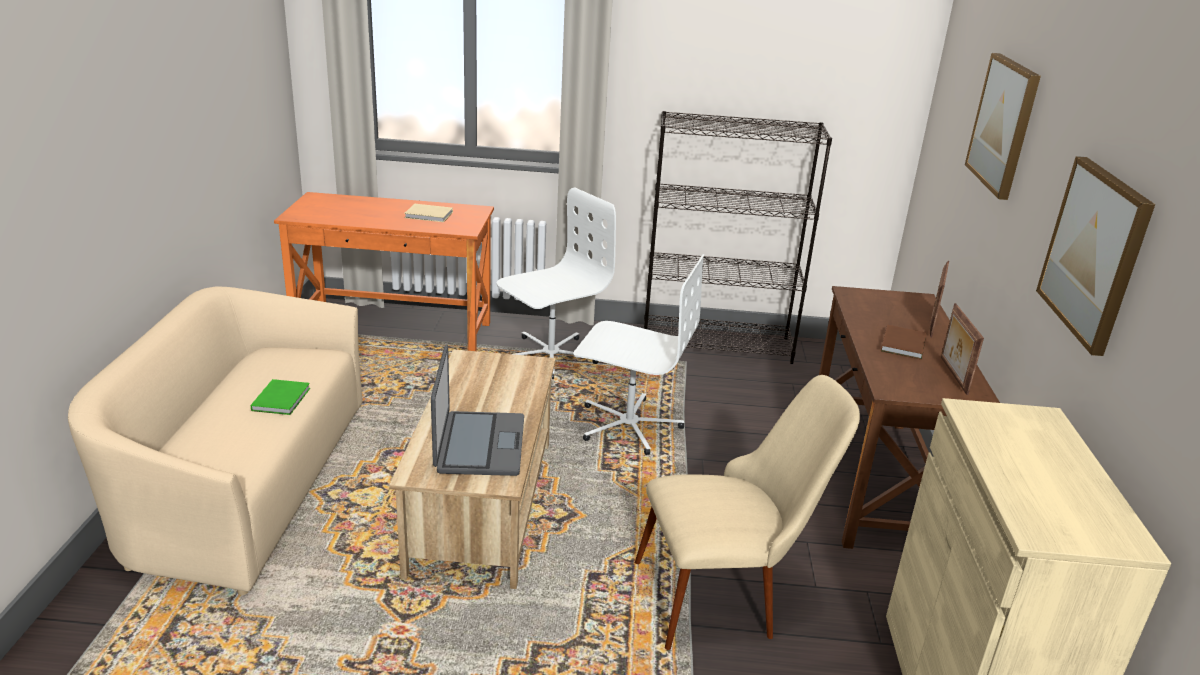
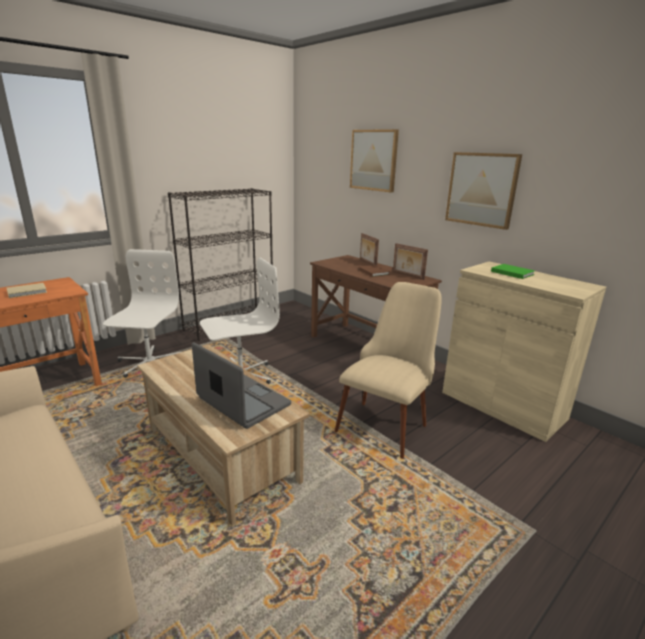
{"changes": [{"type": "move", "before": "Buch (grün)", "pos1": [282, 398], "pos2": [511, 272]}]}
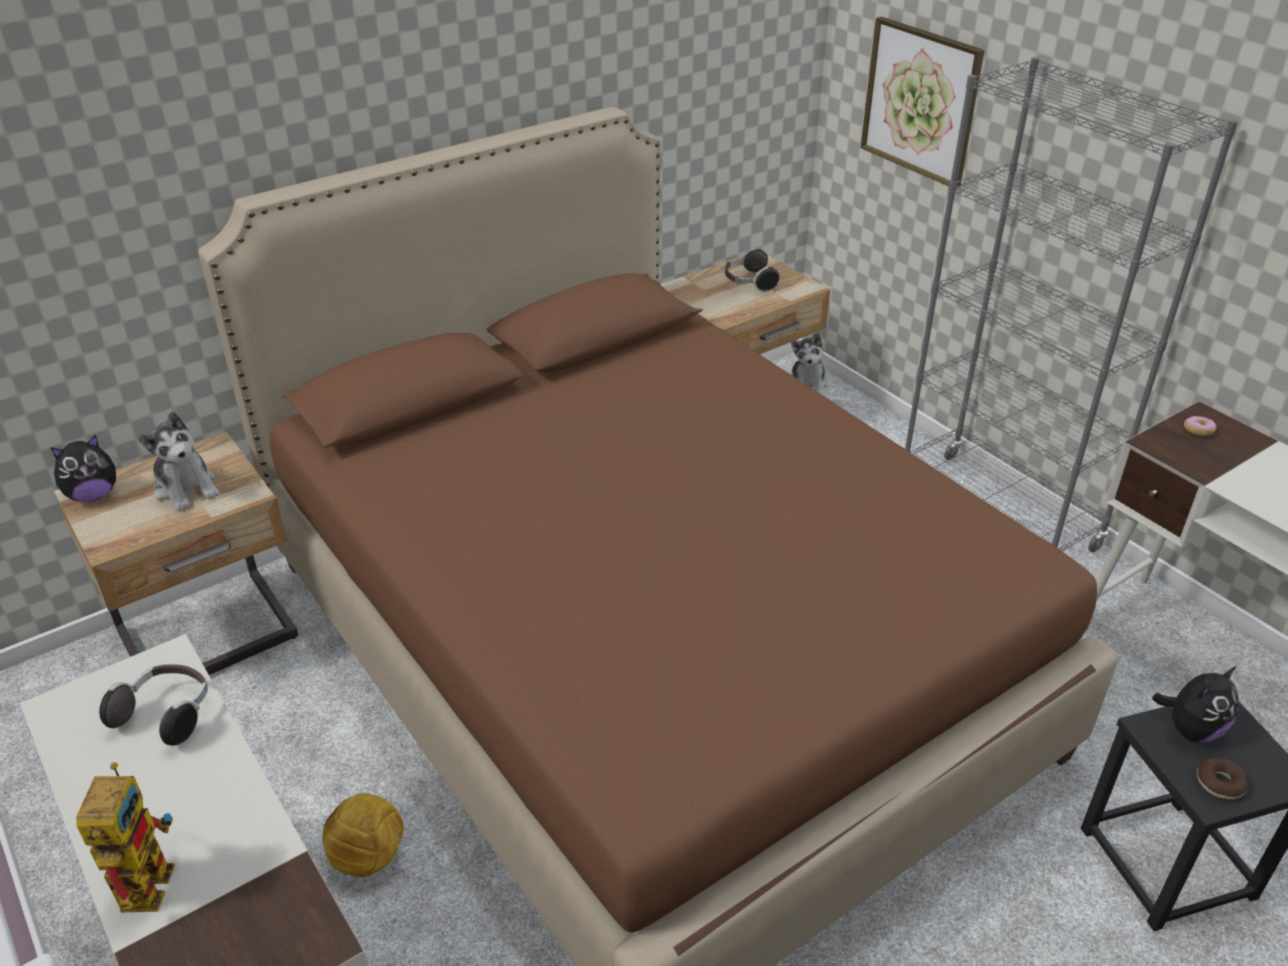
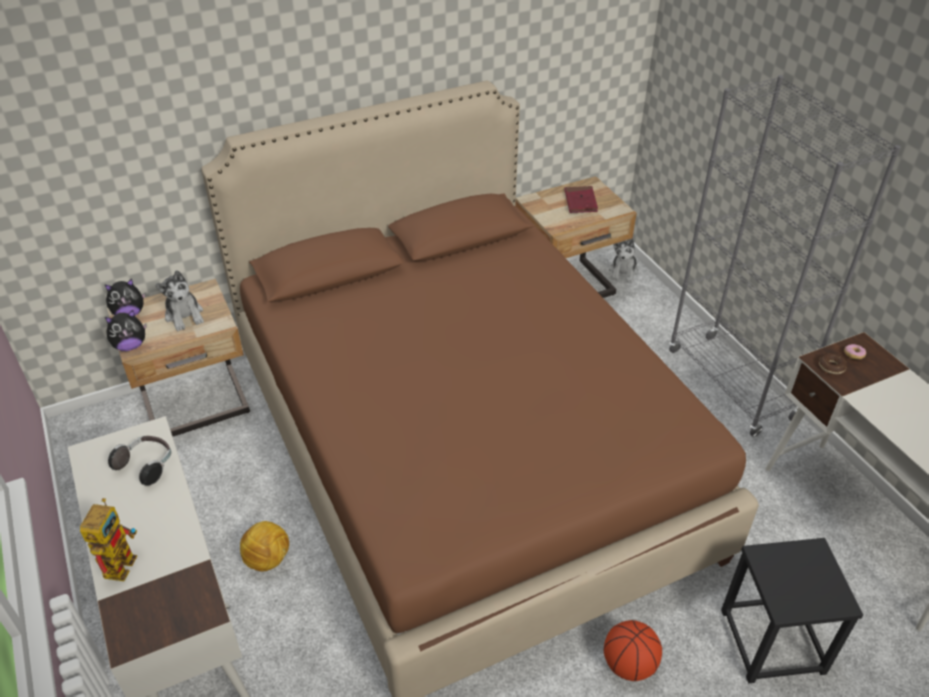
{"changes": [{"type": "delete", "before": "Bild", "pos1": [920, 101]}, {"type": "replace", "before": "Kopfhörer", "after": "Buch (rot)", "pos1": [748, 283], "pos2": [580, 202]}, {"type": "move", "before": "Plüschtier", "pos1": [1190, 729], "pos2": [130, 346]}, {"type": "move", "before": "Donut", "pos1": [1219, 783], "pos2": [831, 367]}, {"type": "insert", "after": "Basketball", "pos2": [629, 664]}]}
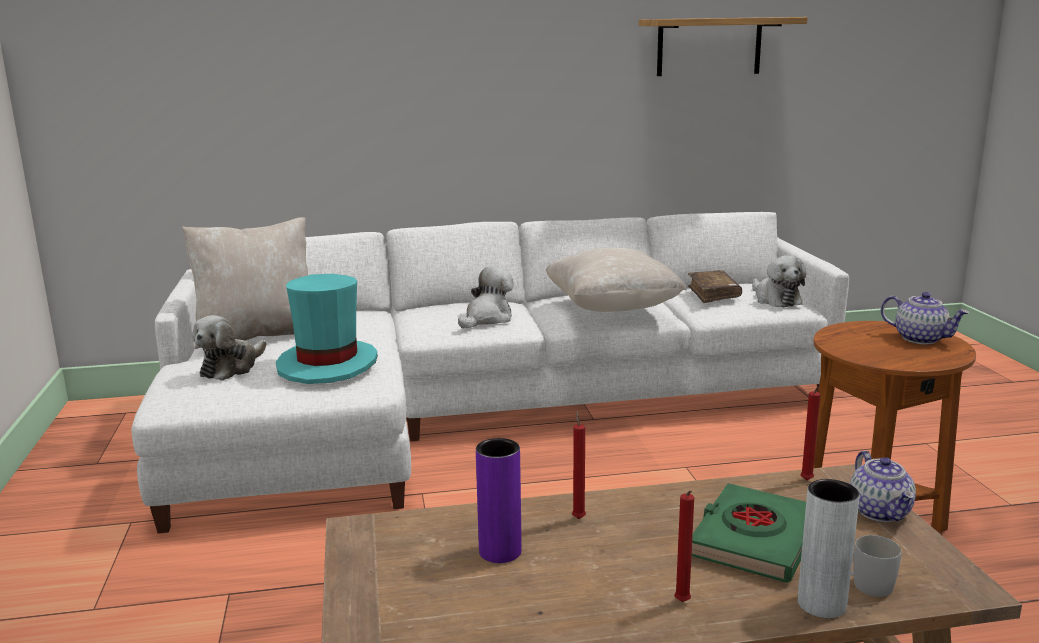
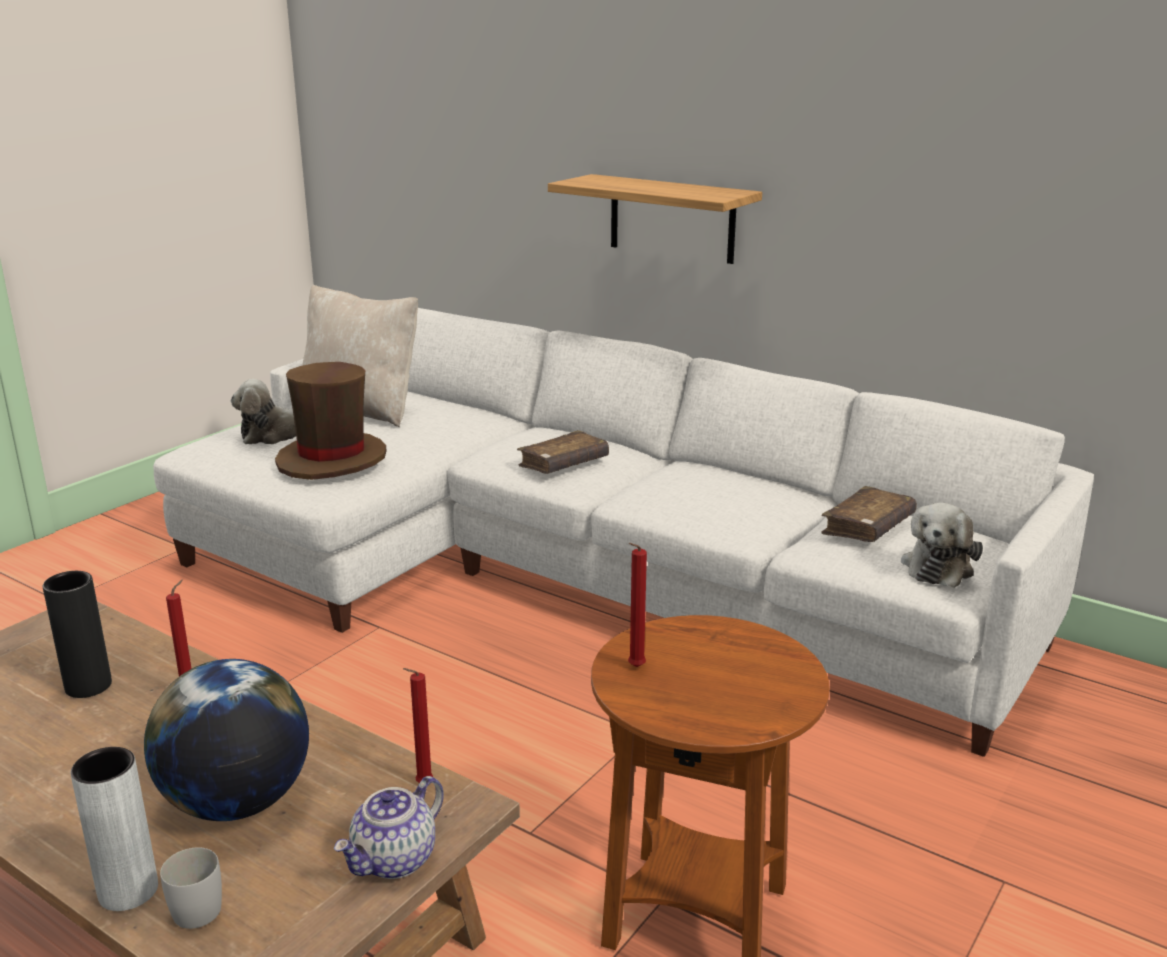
{"changes": [{"type": "move", "before": "Wandregal", "pos1": [709, 46], "pos2": [672, 218]}, {"type": "delete", "before": "Kissen (beige)", "pos1": [612, 309]}, {"type": "replace", "before": "Plüschtier", "after": "Buch (braun)", "pos1": [487, 319], "pos2": [563, 464]}, {"type": "recolor", "before": "Hut (türkis)", "after": "Hut (braun)", "pos1": [328, 364], "pos2": [332, 459]}, {"type": "delete", "before": "Teekanne", "pos1": [921, 339]}, {"type": "recolor", "before": "Vase (lila)", "after": "Vase (schwarz)", "pos1": [500, 552], "pos2": [88, 686]}, {"type": "replace", "before": "Buch (grün)", "after": "Globus", "pos1": [754, 540], "pos2": [237, 802]}, {"type": "move", "before": "Kerze (rot)", "pos1": [682, 603], "pos2": [634, 668]}]}
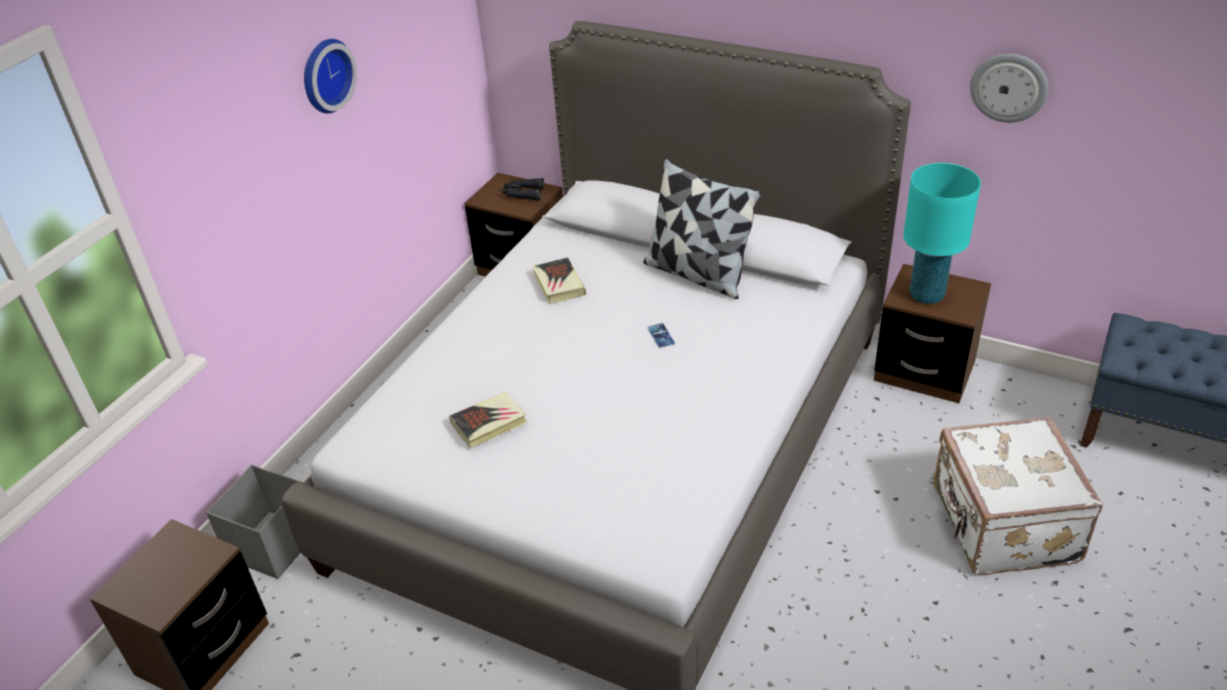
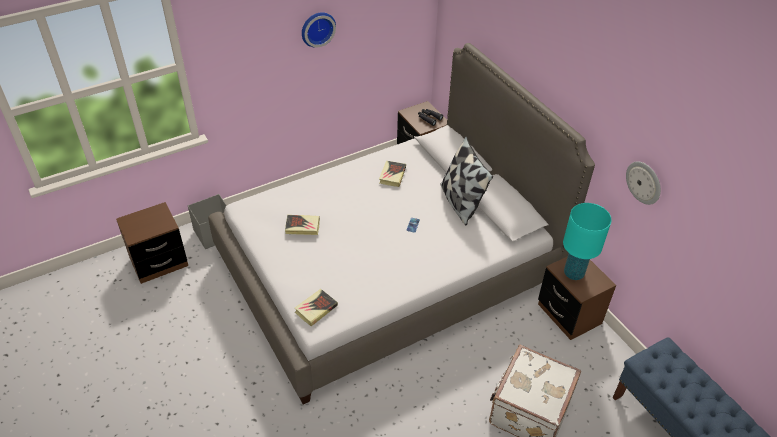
{"changes": [{"type": "insert", "after": "Buch", "pos2": [316, 309]}]}
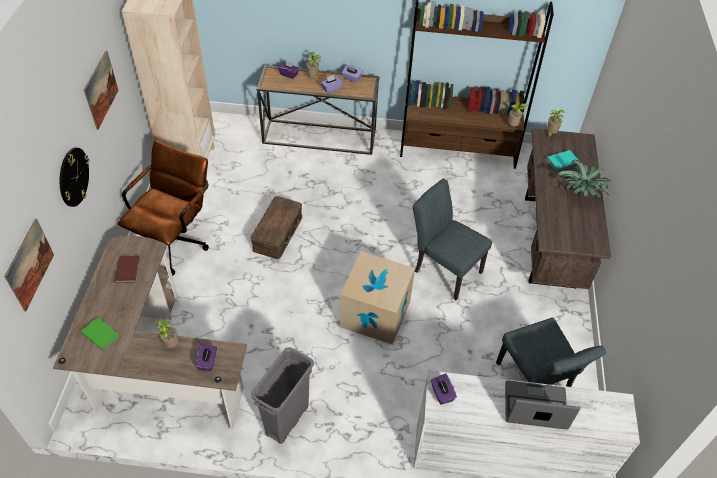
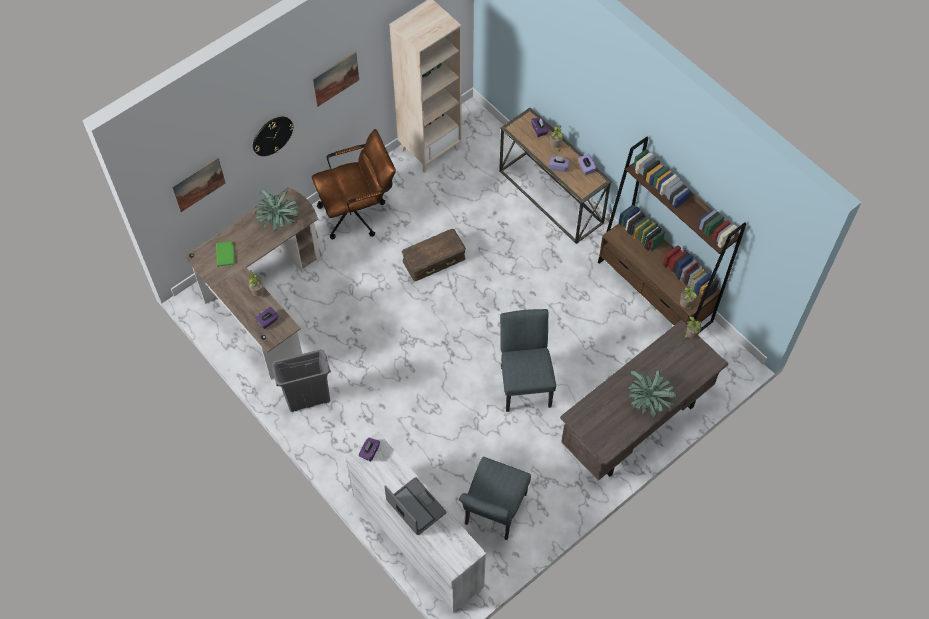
{"changes": [{"type": "delete", "before": "Buch (türkis)", "pos1": [562, 160]}, {"type": "delete", "before": "Karton", "pos1": [375, 313]}, {"type": "replace", "before": "Buch (braun)", "after": "Topfpflanze", "pos1": [128, 269], "pos2": [279, 220]}]}
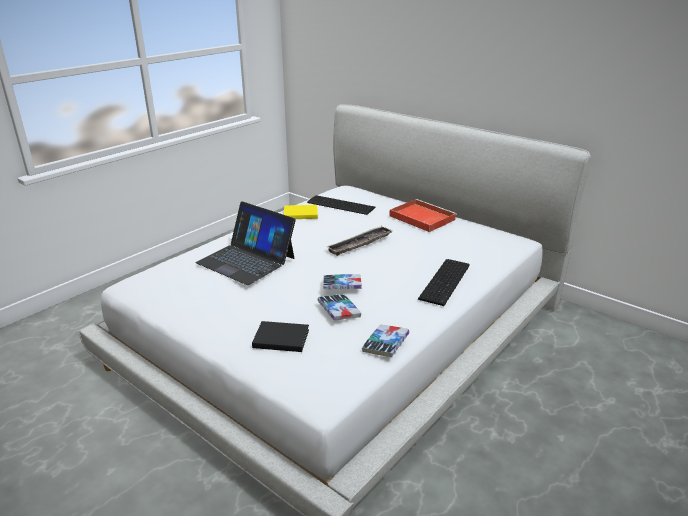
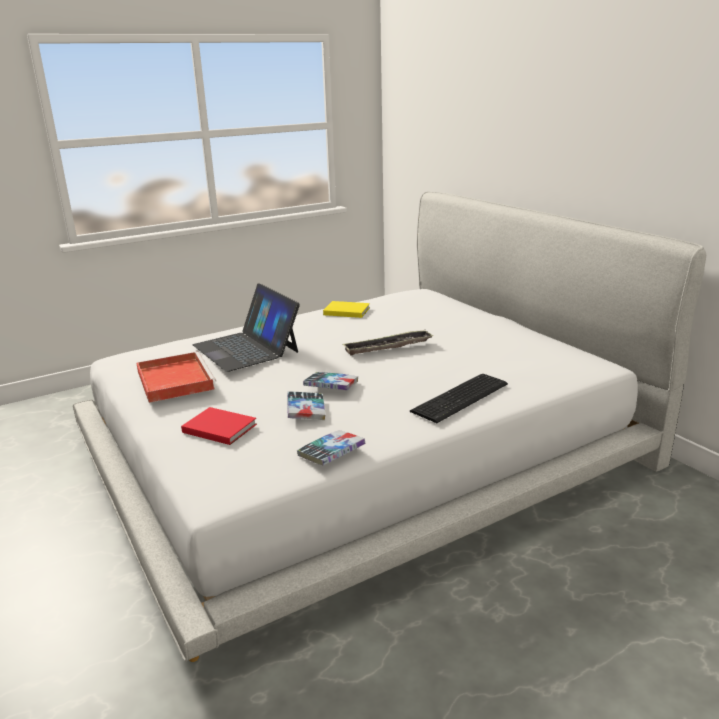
{"changes": [{"type": "delete", "before": "Tastatur", "pos1": [341, 205]}, {"type": "move", "before": "Tablett (rot)", "pos1": [421, 217], "pos2": [174, 380]}, {"type": "recolor", "before": "Buch (schwarz)", "after": "Buch (rot)", "pos1": [280, 338], "pos2": [219, 427]}]}
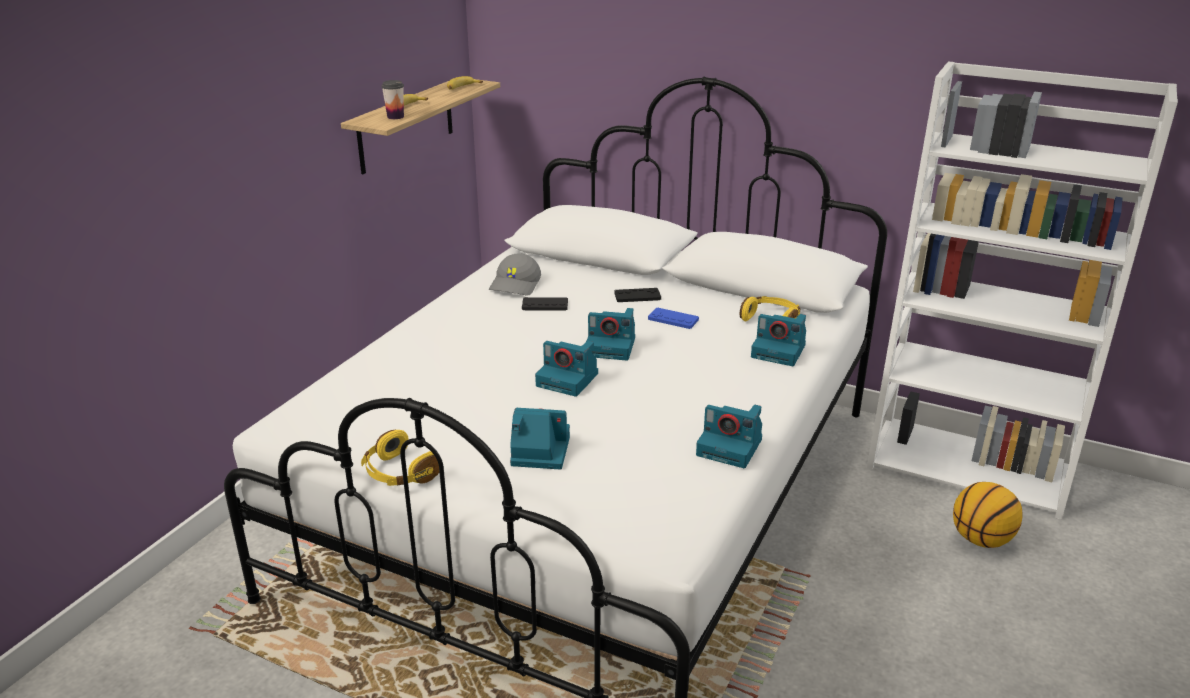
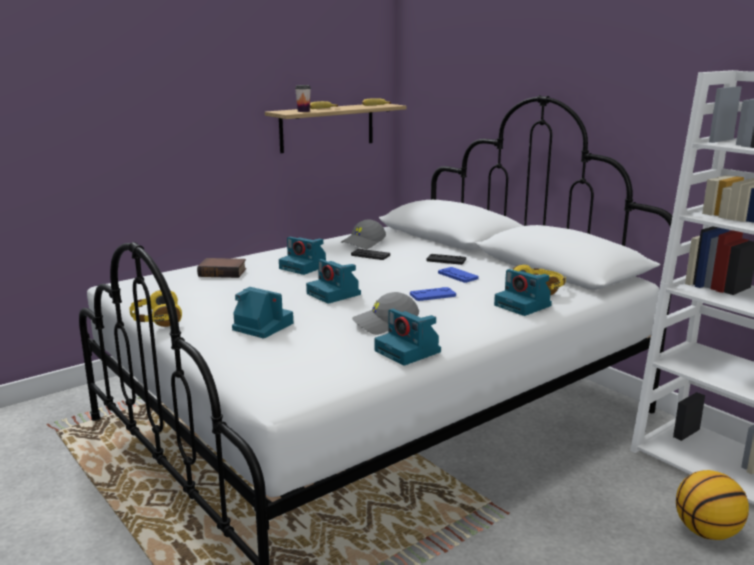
{"changes": [{"type": "move", "before": "Kamera", "pos1": [612, 347], "pos2": [304, 267]}, {"type": "insert", "after": "Buch", "pos2": [223, 272]}, {"type": "insert", "after": "Gamepad (blau)", "pos2": [432, 295]}, {"type": "insert", "after": "Kappe (grau)", "pos2": [385, 324]}]}
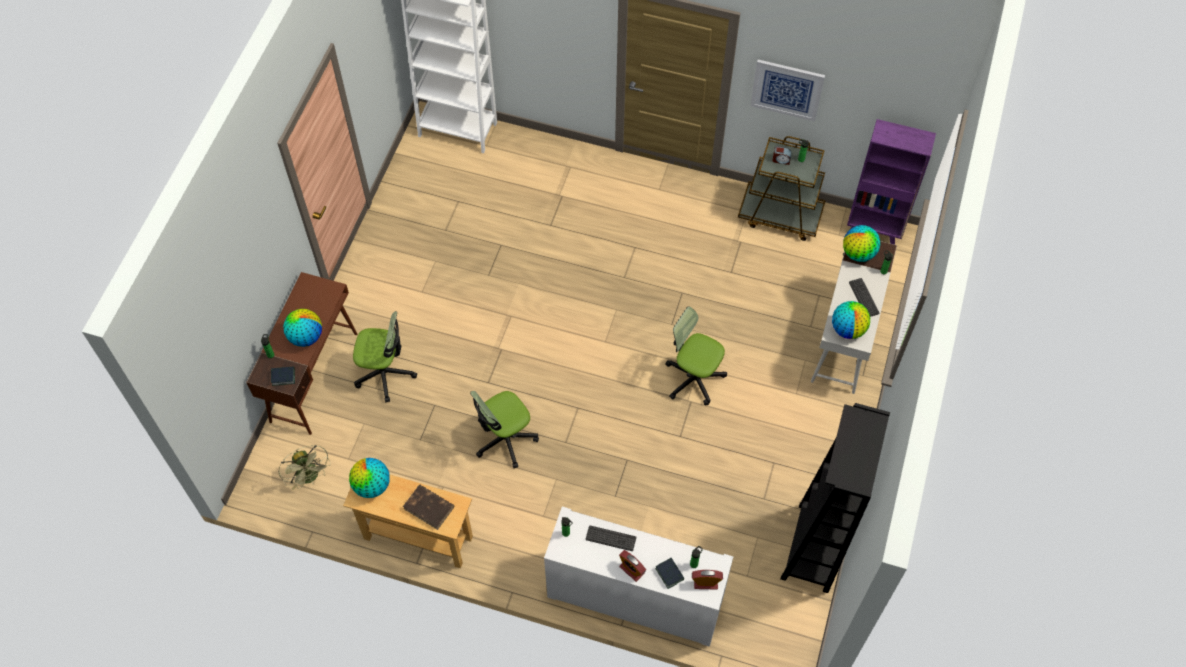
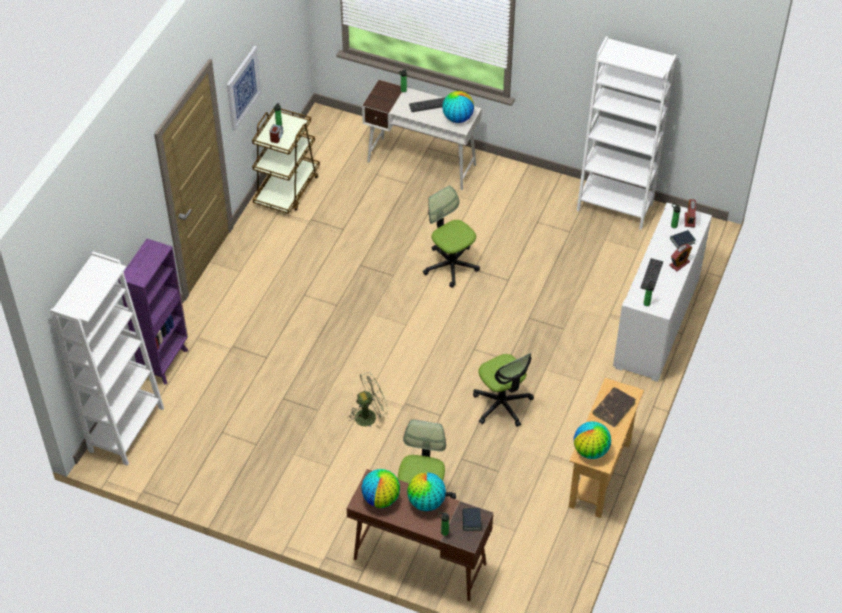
{"changes": [{"type": "move", "before": "Bücherregal (lila)", "pos1": [874, 230], "pos2": [165, 361]}, {"type": "move", "before": "Globus", "pos1": [858, 253], "pos2": [381, 499]}, {"type": "rotate", "before": "Bürostuhl", "pos1": [694, 378], "pos2": [451, 265], "turn": 105}, {"type": "recolor", "before": "Bücherregal (schwarz)", "after": "Bücherregal (weiß)", "pos1": [813, 548], "pos2": [615, 206]}, {"type": "move", "before": "Ventilator (grün)", "pos1": [310, 477], "pos2": [369, 415]}]}
